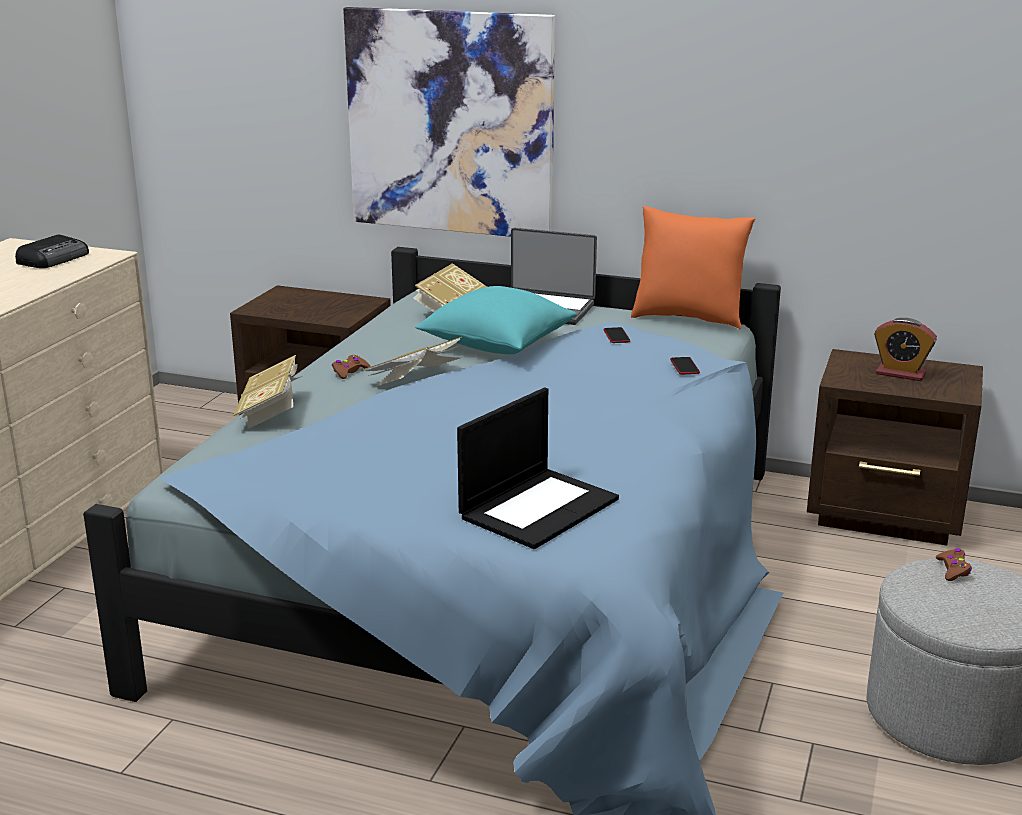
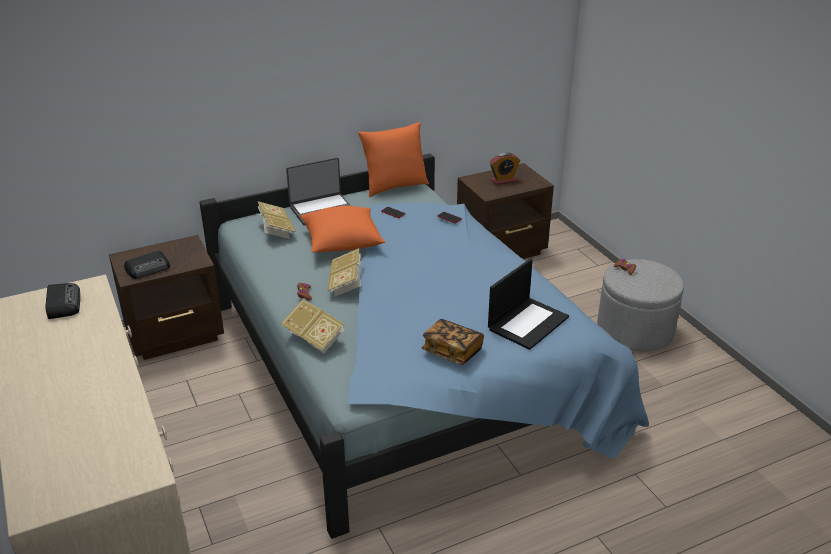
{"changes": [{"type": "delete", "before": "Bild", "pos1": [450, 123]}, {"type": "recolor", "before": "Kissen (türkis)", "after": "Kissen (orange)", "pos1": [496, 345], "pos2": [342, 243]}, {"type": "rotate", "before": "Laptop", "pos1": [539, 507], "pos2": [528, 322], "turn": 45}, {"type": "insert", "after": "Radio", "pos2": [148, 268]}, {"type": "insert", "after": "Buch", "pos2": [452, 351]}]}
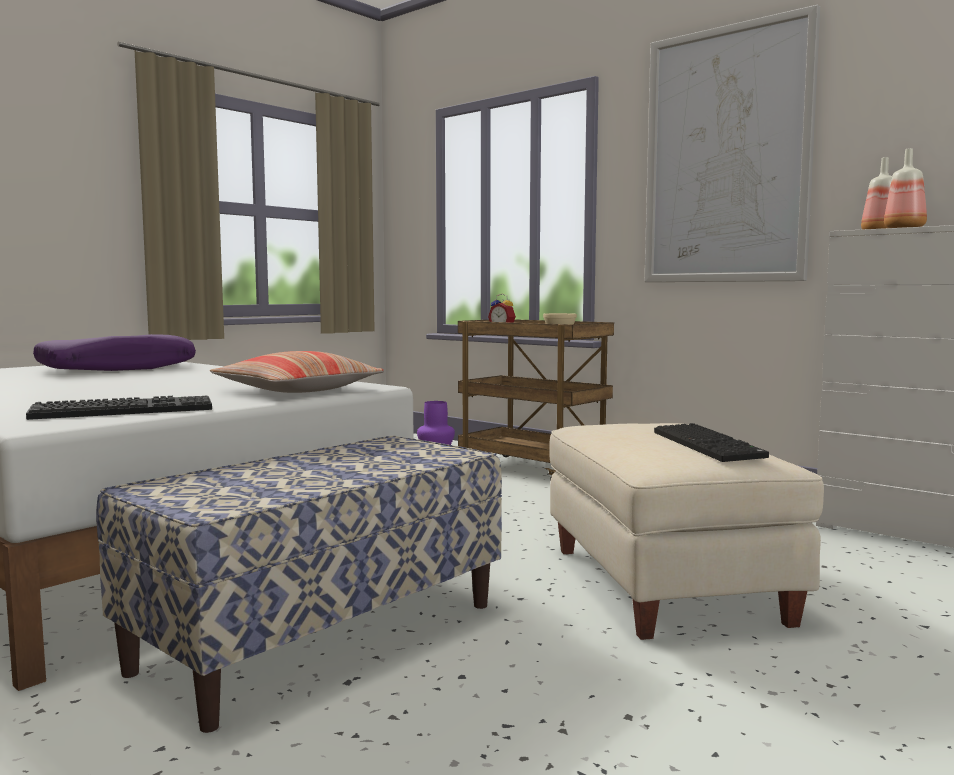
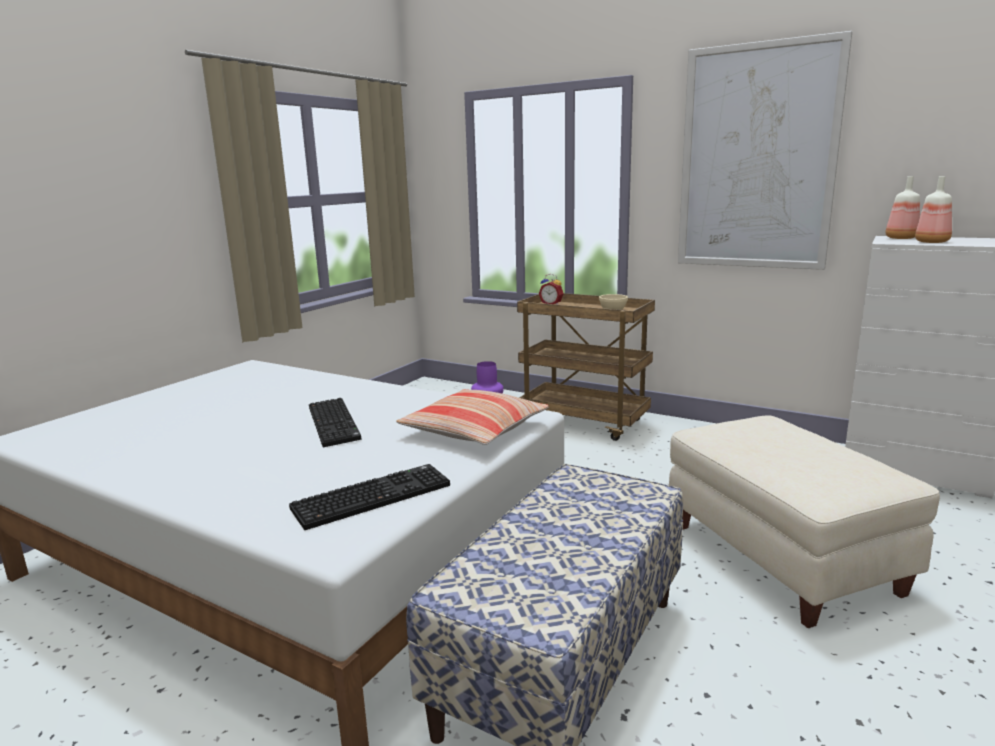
{"changes": [{"type": "delete", "before": "Kissen (lila)", "pos1": [118, 368]}, {"type": "move", "before": "Tastatur", "pos1": [709, 445], "pos2": [335, 423]}]}
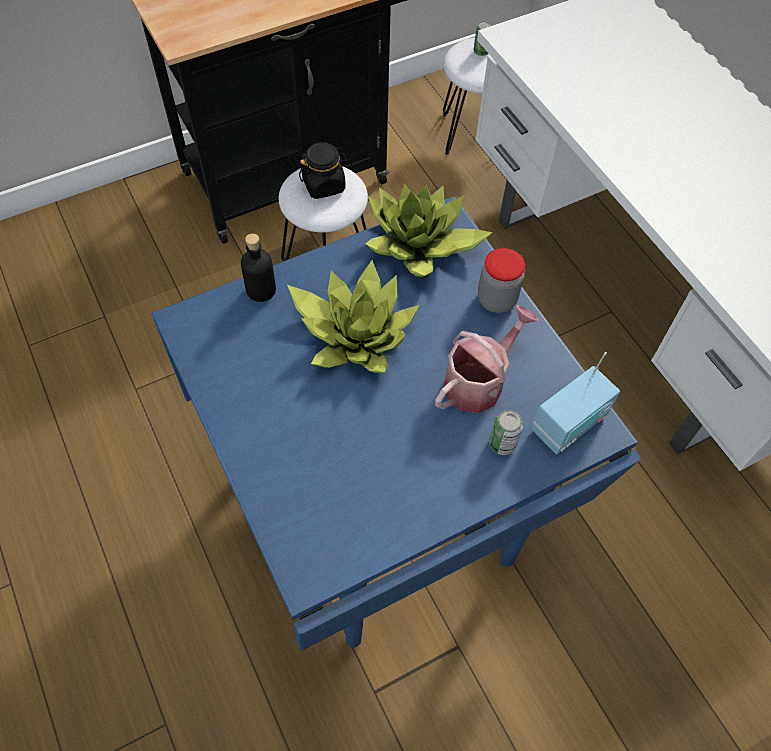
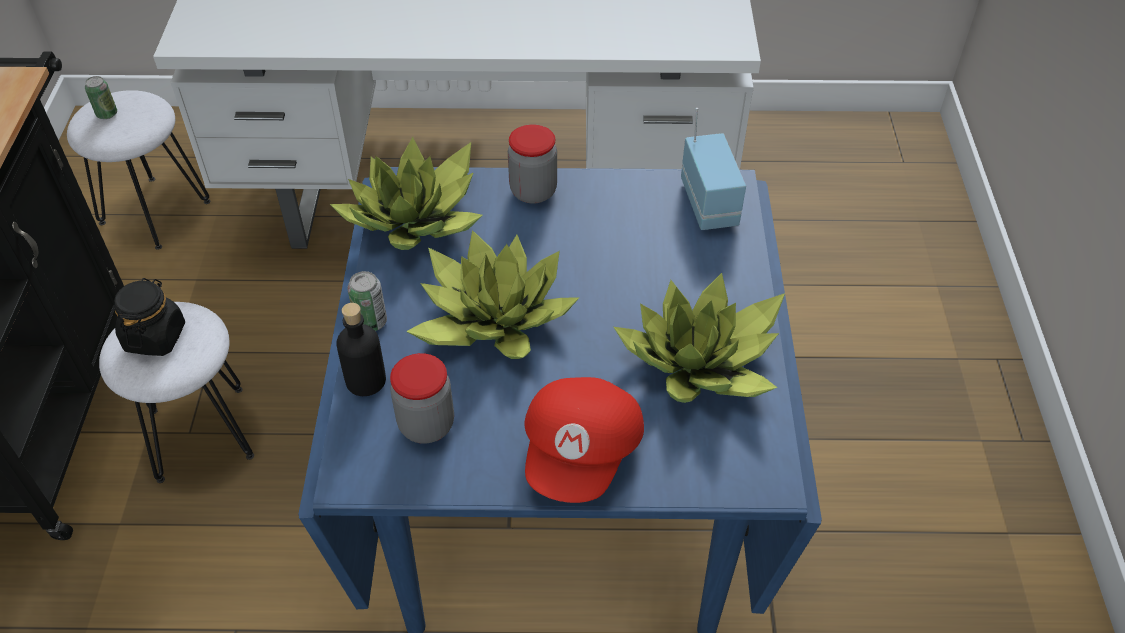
{"changes": [{"type": "delete", "before": "Gießkanne", "pos1": [479, 381]}, {"type": "move", "before": "Dose", "pos1": [502, 444], "pos2": [371, 322]}, {"type": "insert", "after": "Topfpflanze", "pos2": [701, 362]}, {"type": "insert", "after": "Vorratsglas", "pos2": [426, 425]}, {"type": "insert", "after": "Kappe (rot)", "pos2": [582, 453]}]}
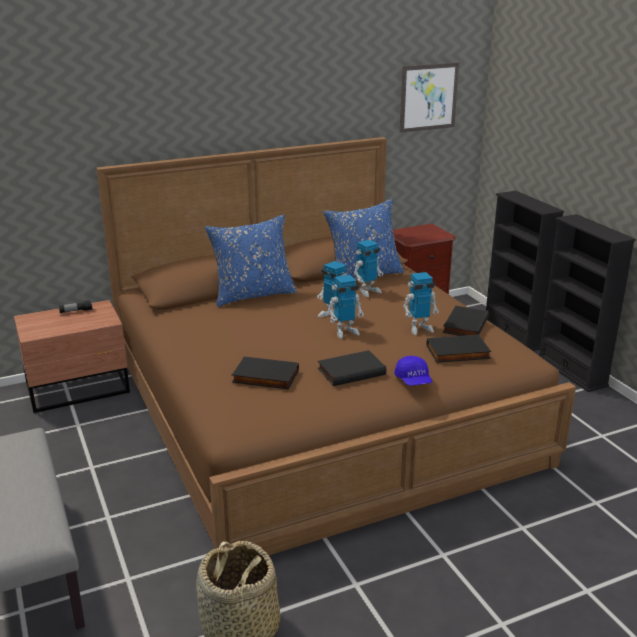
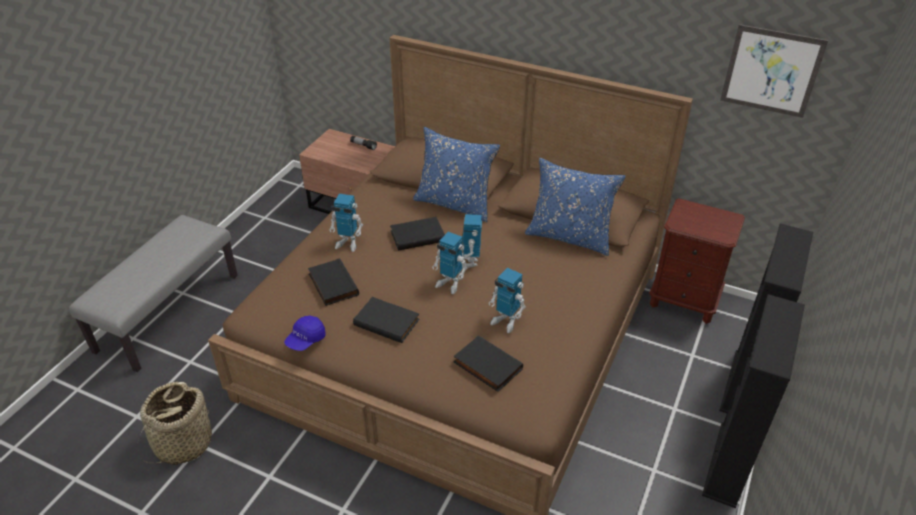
{"changes": [{"type": "move", "before": "Spielzeugroboter", "pos1": [367, 291], "pos2": [348, 243]}, {"type": "move", "before": "Buch (schwarz)", "pos1": [464, 325], "pos2": [417, 235]}, {"type": "move", "before": "Kappe (blau)", "pos1": [413, 380], "pos2": [306, 340]}]}
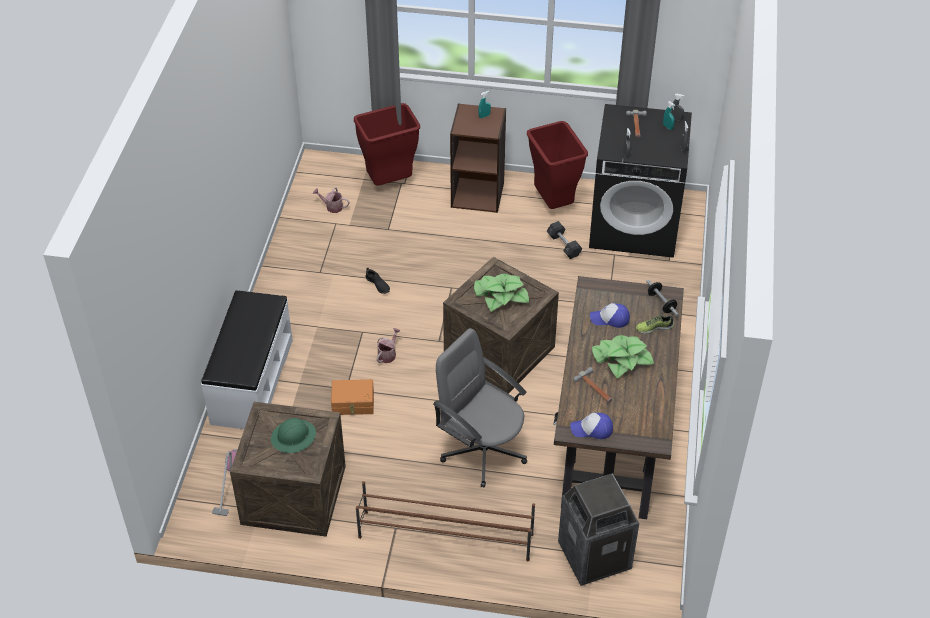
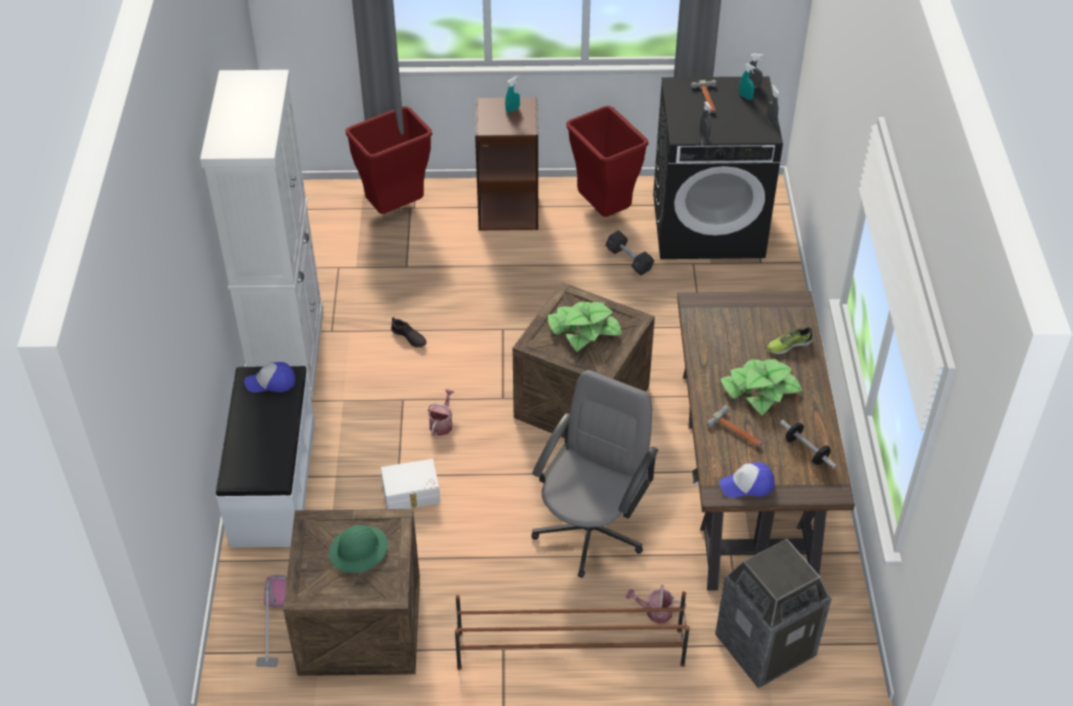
{"changes": [{"type": "move", "before": "Gießkanne", "pos1": [332, 207], "pos2": [655, 612]}, {"type": "move", "before": "Hantel", "pos1": [661, 303], "pos2": [806, 451]}, {"type": "move", "before": "Kappe", "pos1": [610, 319], "pos2": [271, 382]}, {"type": "rotate", "before": "Bürostuhl (grau)", "pos1": [482, 450], "pos2": [591, 530], "turn": 90}, {"type": "recolor", "before": "Aufbewahrungsbox (orange)", "after": "Aufbewahrungsbox (weiß)", "pos1": [353, 404], "pos2": [411, 493]}, {"type": "insert", "after": "Schrank (weiß)", "pos2": [288, 351]}]}
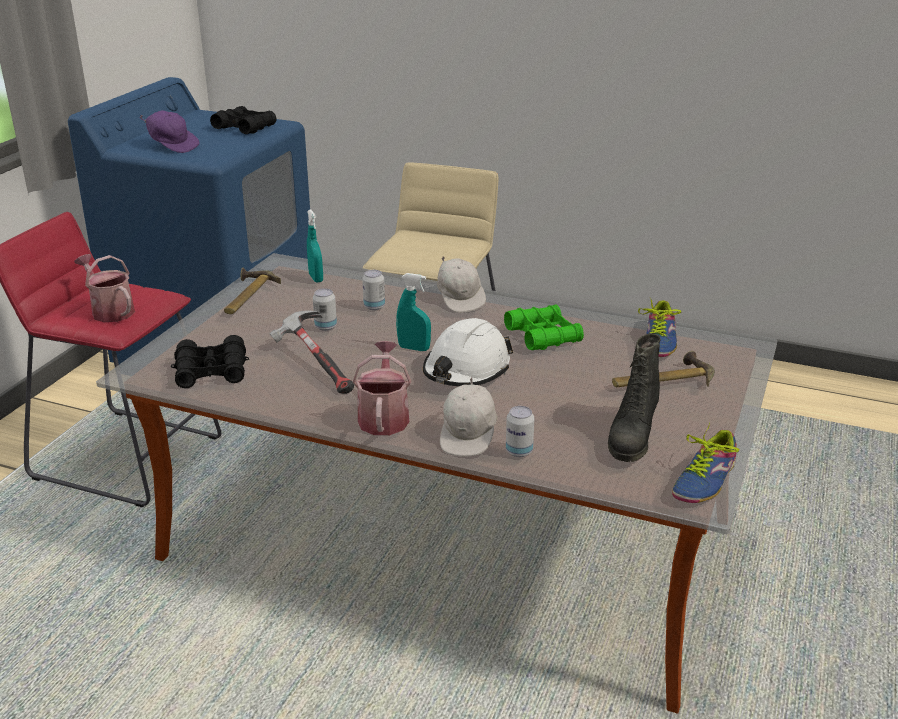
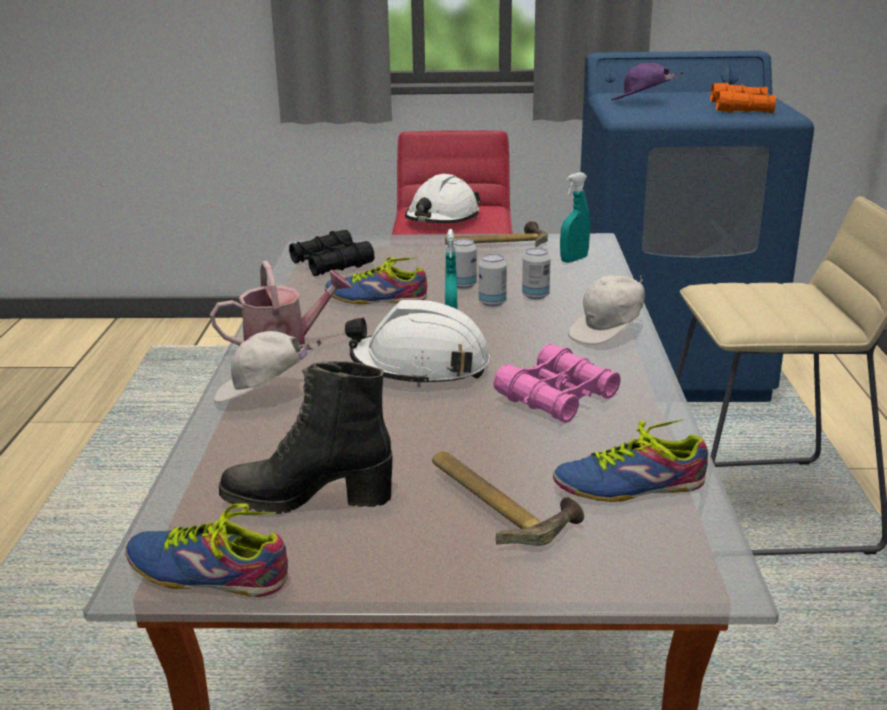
{"changes": [{"type": "recolor", "before": "Fernglas (schwarz)", "after": "Fernglas (orange)", "pos1": [244, 128], "pos2": [741, 108]}, {"type": "rotate", "before": "Kappe (lila)", "pos1": [172, 146], "pos2": [641, 102], "turn": 105}, {"type": "replace", "before": "Gießkanne", "after": "Schutzhelm (weiß)", "pos1": [110, 310], "pos2": [442, 219]}, {"type": "recolor", "before": "Fernglas (grün)", "after": "Fernglas (rosa)", "pos1": [543, 336], "pos2": [557, 397]}, {"type": "replace", "before": "Hammer", "after": "Schuh", "pos1": [316, 364], "pos2": [376, 297]}, {"type": "move", "before": "Dose", "pos1": [519, 451], "pos2": [492, 303]}]}
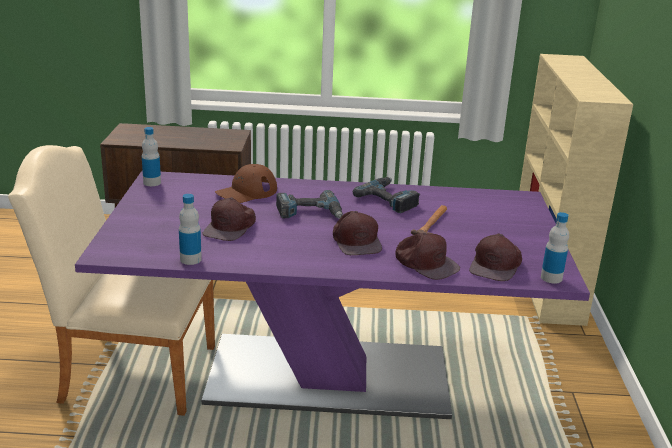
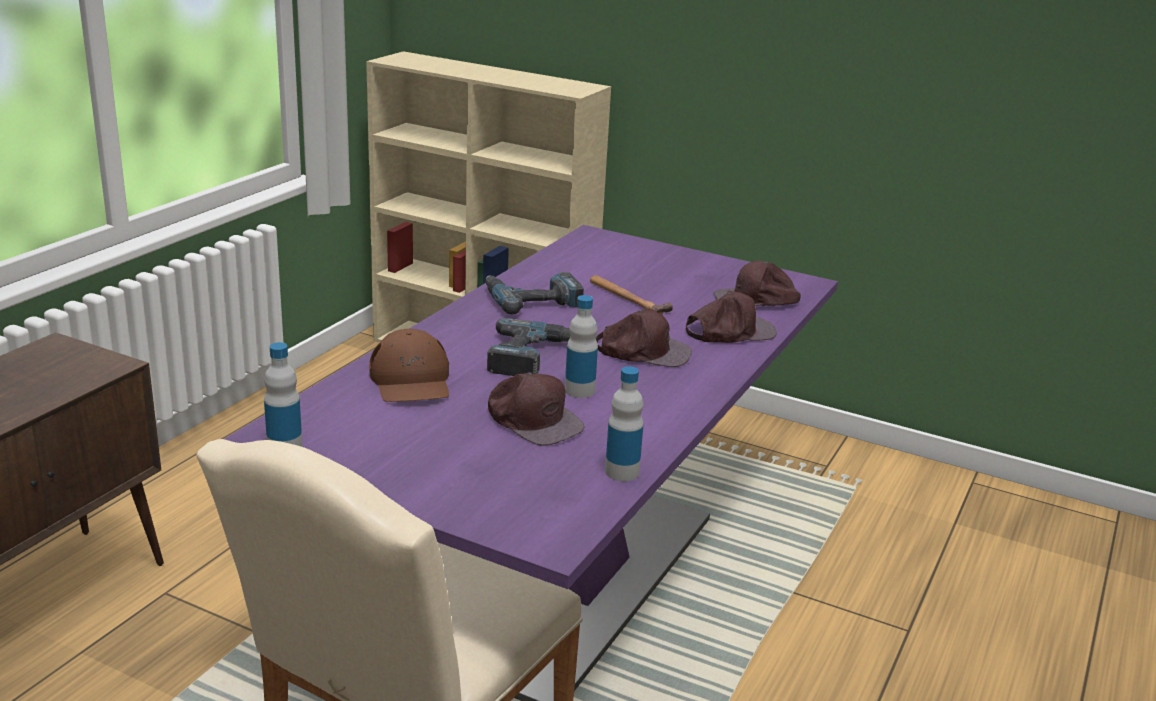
{"changes": [{"type": "move", "before": "Flasche", "pos1": [551, 278], "pos2": [579, 390]}, {"type": "rotate", "before": "Kappe (braun)", "pos1": [496, 265], "pos2": [756, 300], "turn": 120}]}
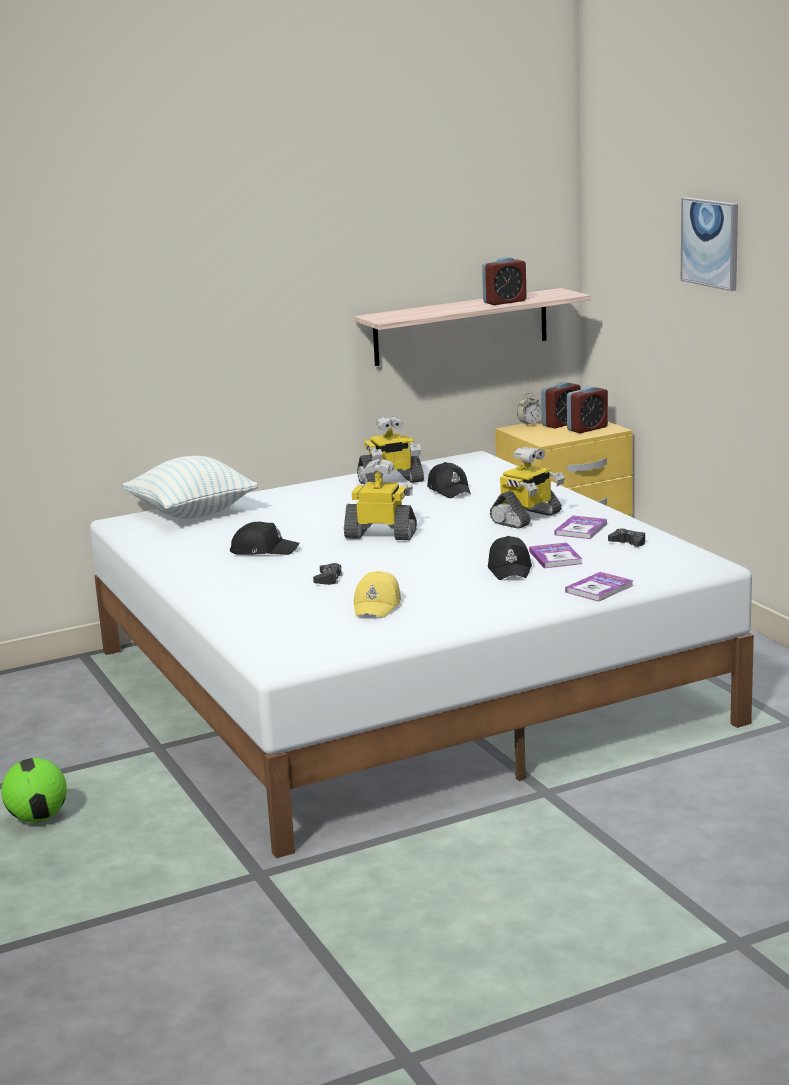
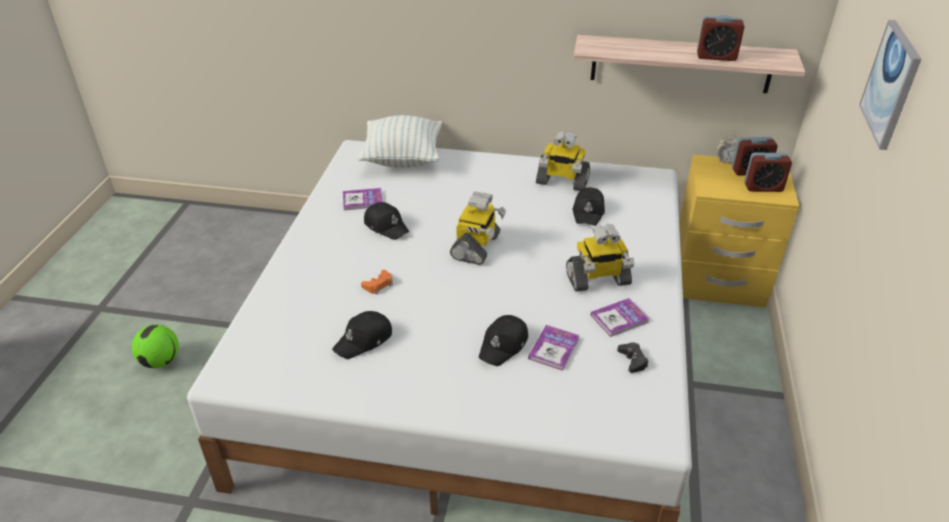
{"changes": [{"type": "rotate", "before": "Spielzeugroboter", "pos1": [382, 535], "pos2": [476, 247], "turn": 60}, {"type": "recolor", "before": "Gamepad (schwarz)", "after": "Gamepad (orange)", "pos1": [328, 579], "pos2": [378, 285]}, {"type": "recolor", "before": "Kappe (gelb)", "after": "Kappe (schwarz)", "pos1": [378, 606], "pos2": [364, 340]}, {"type": "move", "before": "Buch", "pos1": [599, 589], "pos2": [362, 200]}]}
